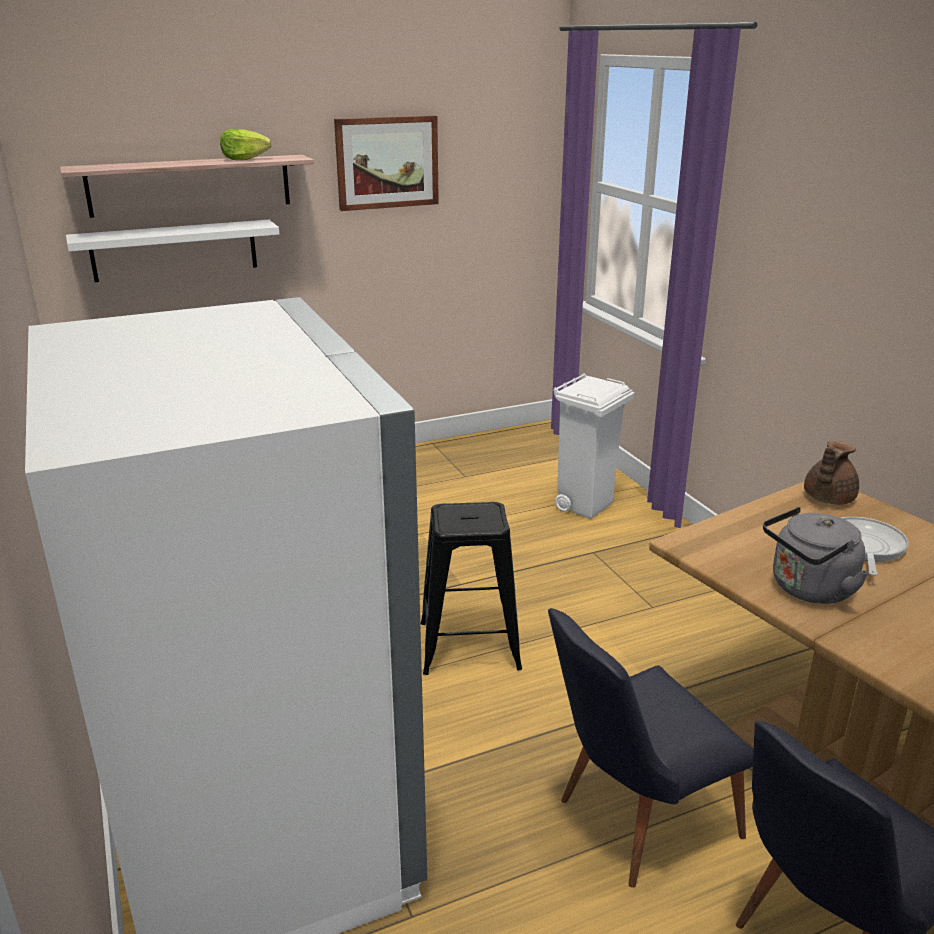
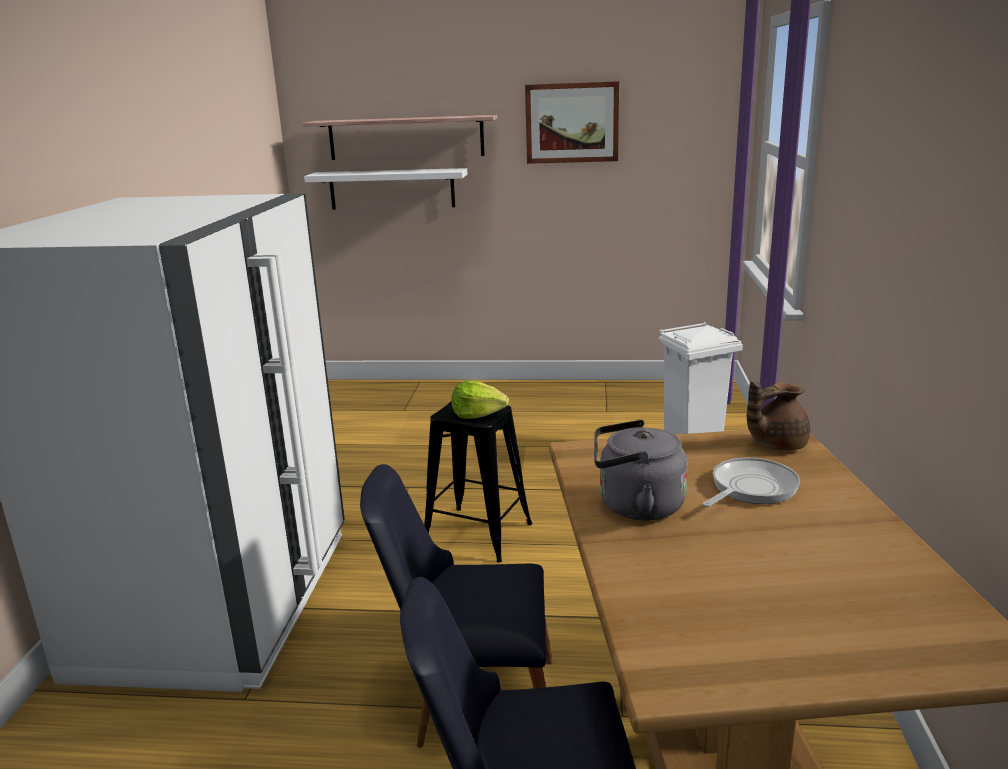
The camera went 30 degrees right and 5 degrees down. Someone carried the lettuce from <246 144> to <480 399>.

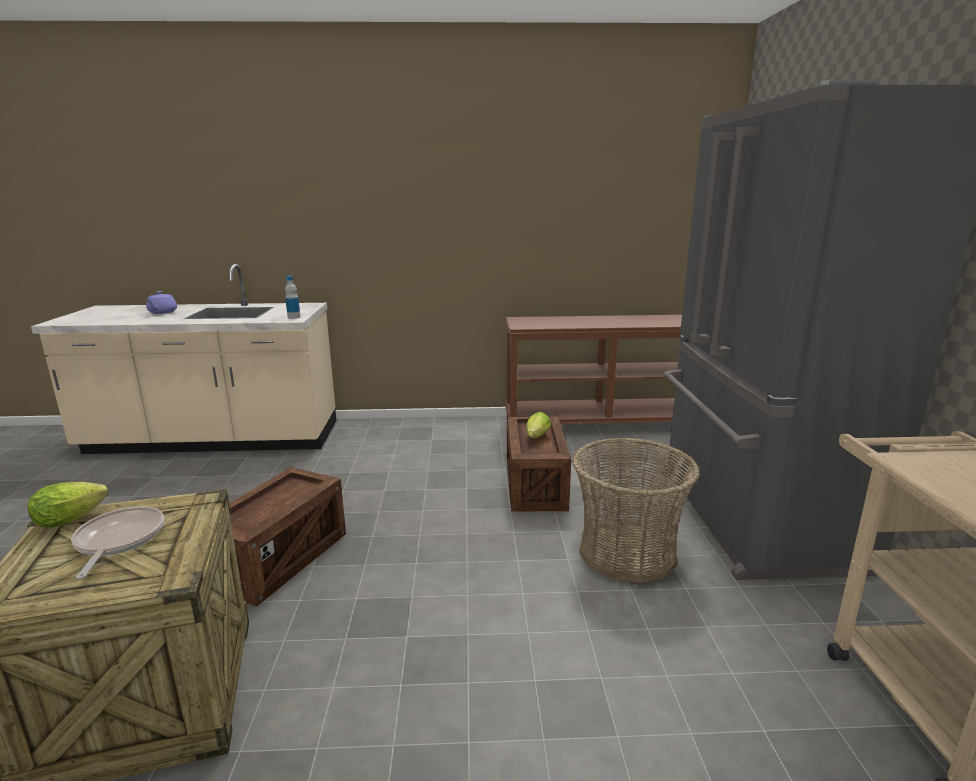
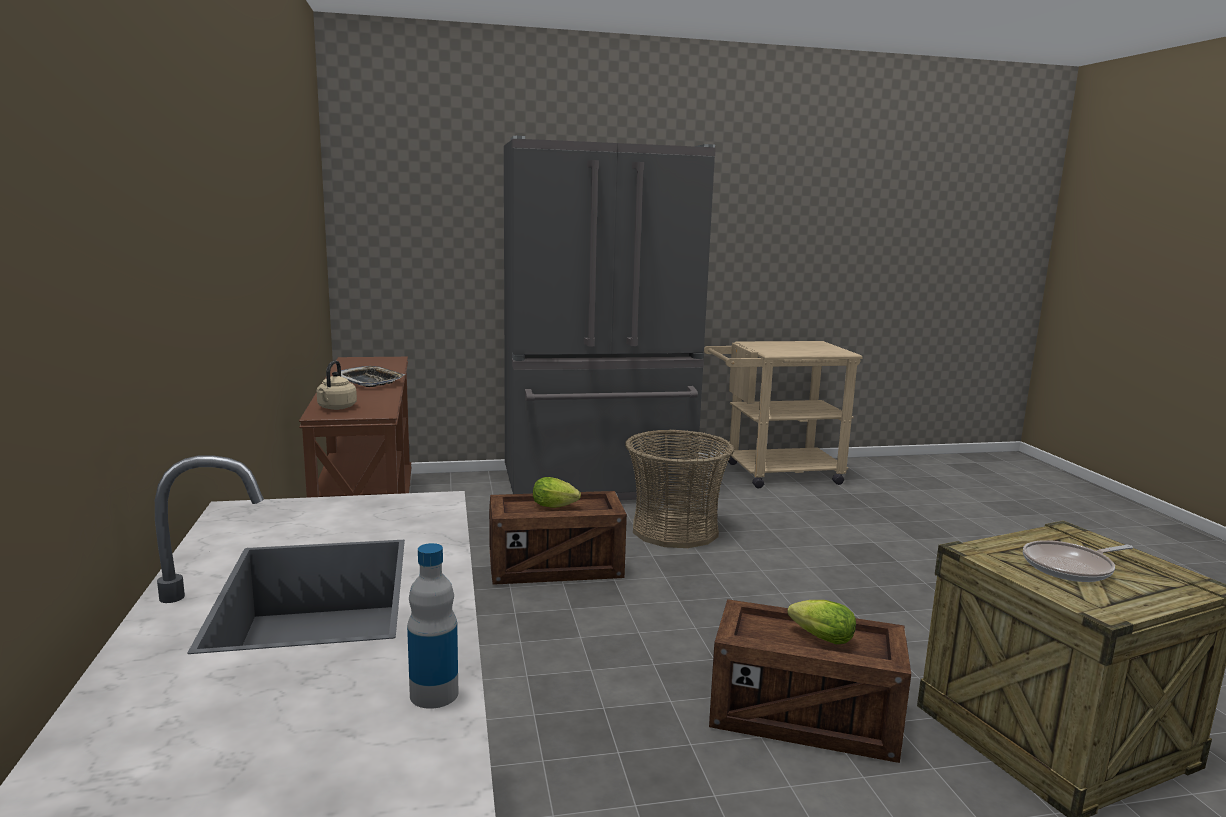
The camera went 100 degrees left and 5 degrees down. Someone took away the purple teapot at <161 302>. Someone put down the beige kettle at <336 385>. Someone put down the tray at <373 376>. Someone carried the lettuce from <68 505> to <821 622>. Someone carried the bottle from <293 297> to <432 626>.

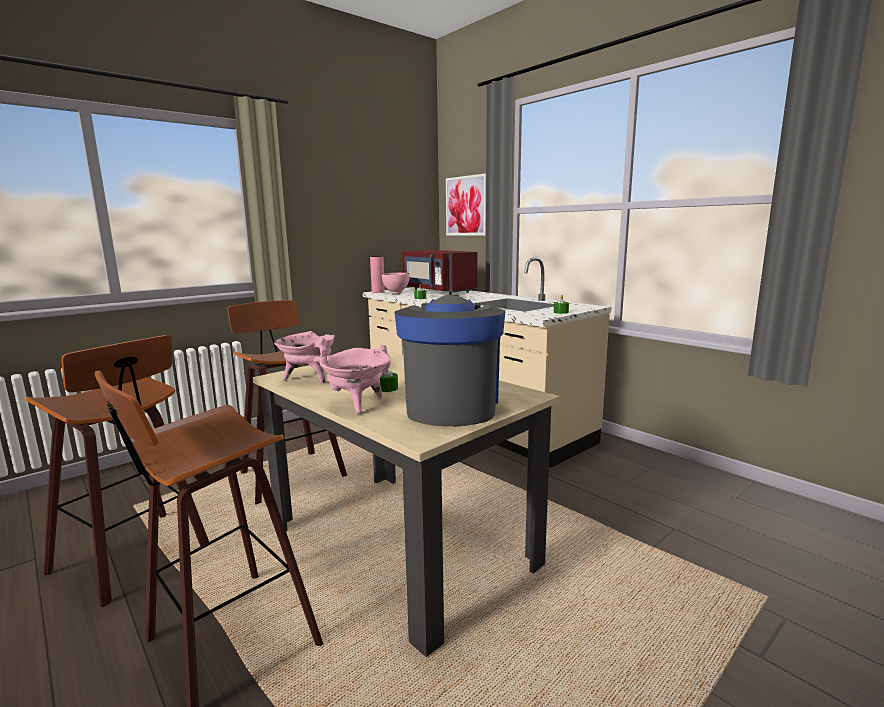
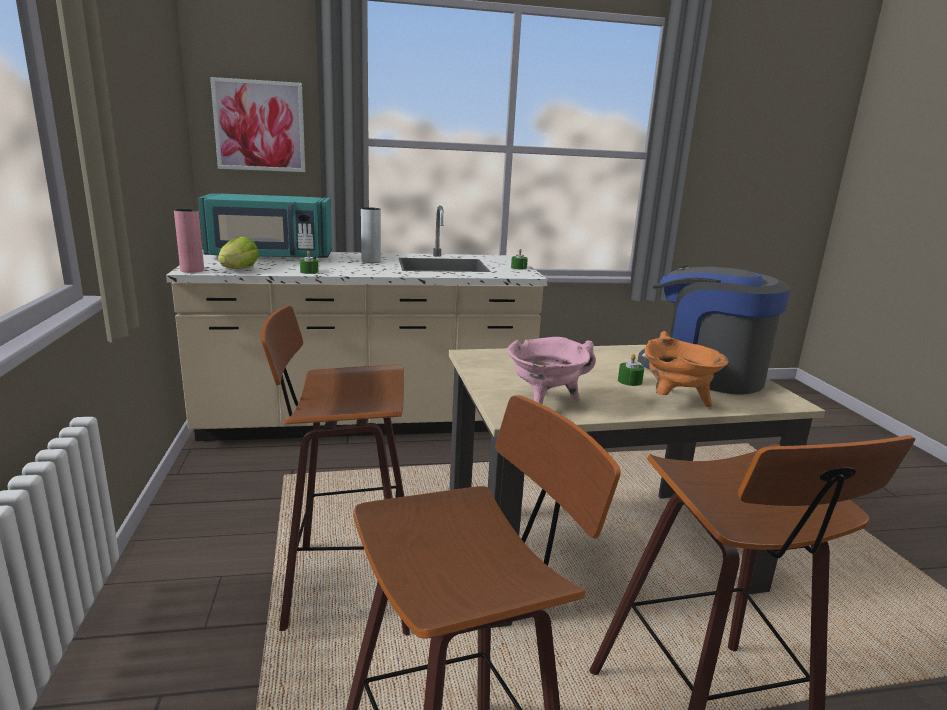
The camera went 60 degrees left and 5 degrees up. Someone put down the grey vase at <371 235>. Someone swapped the pink bowl at <396 283> for the lettuce at <238 252>. Someone repainted the pink cooking pot at <355 379>, which became the orange cooking pot at <686 369>. Someone repainted the red microwave at <439 272>, which became the turquoise microwave at <265 226>.

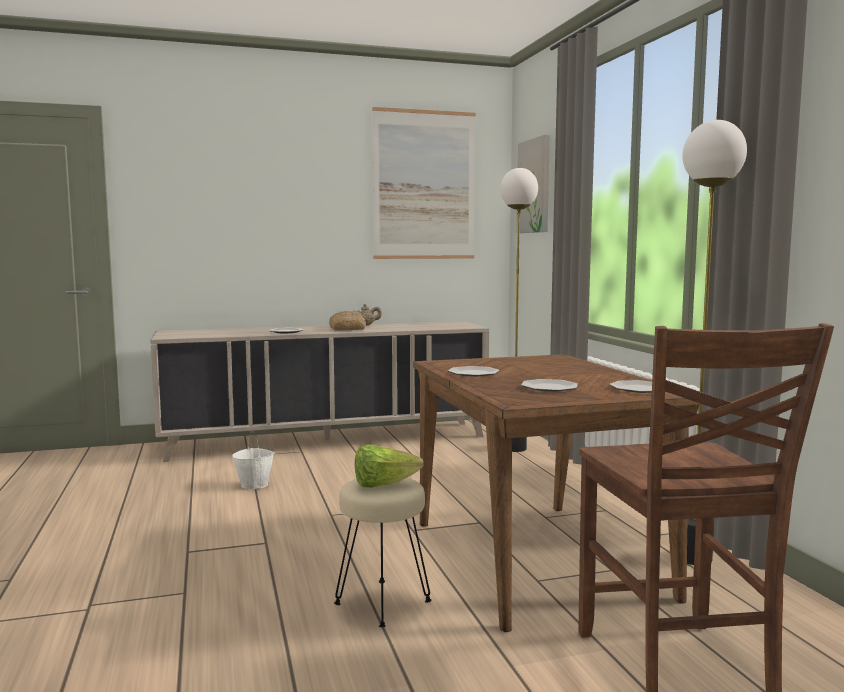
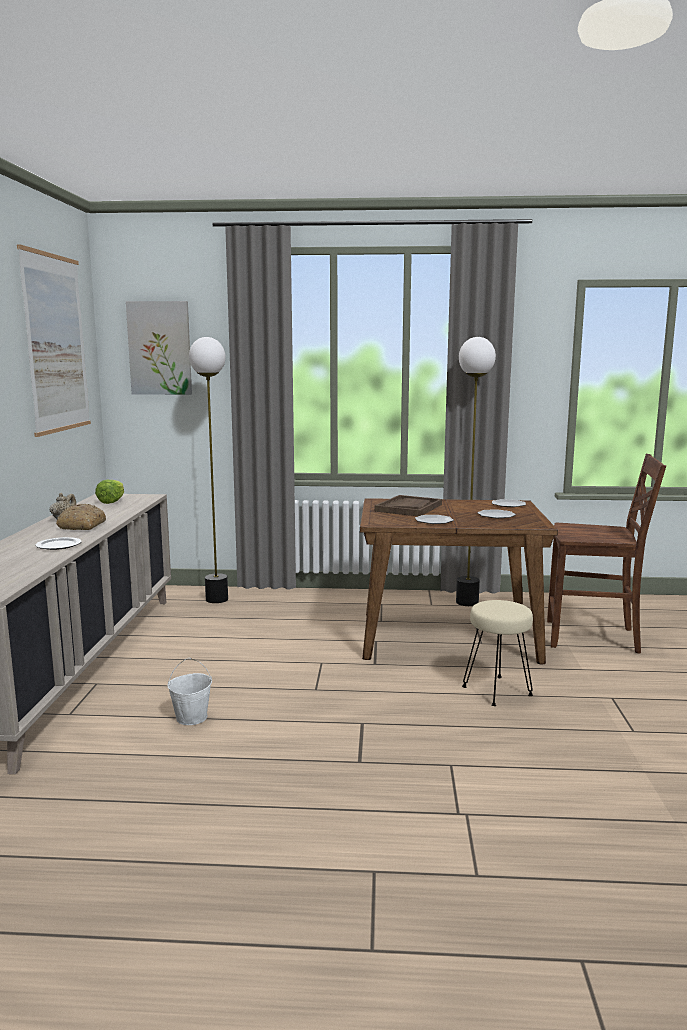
The camera went 70 degrees left and 5 degrees up. Someone put down the brown tray at <408 505>. Someone carried the lettuce from <389 466> to <109 492>.

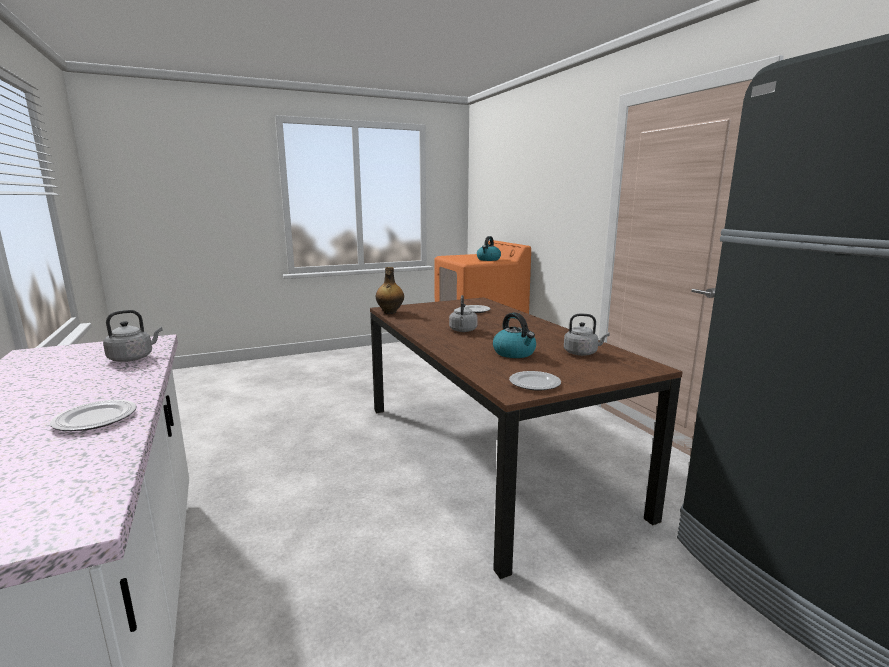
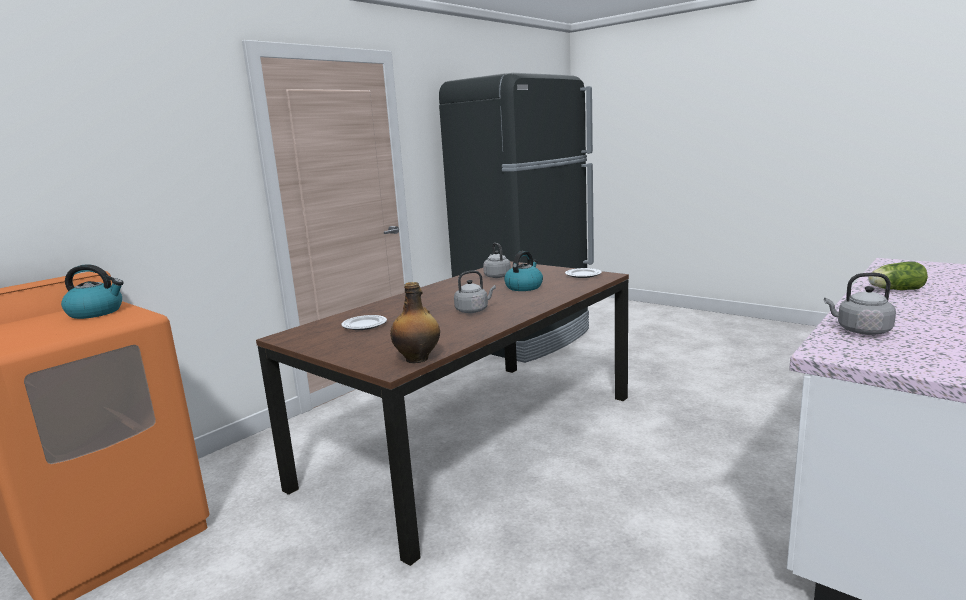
The camera went 115 degrees left and 0 degrees up. Someone swapped the plate at <93 415> for the lettuce at <898 276>.

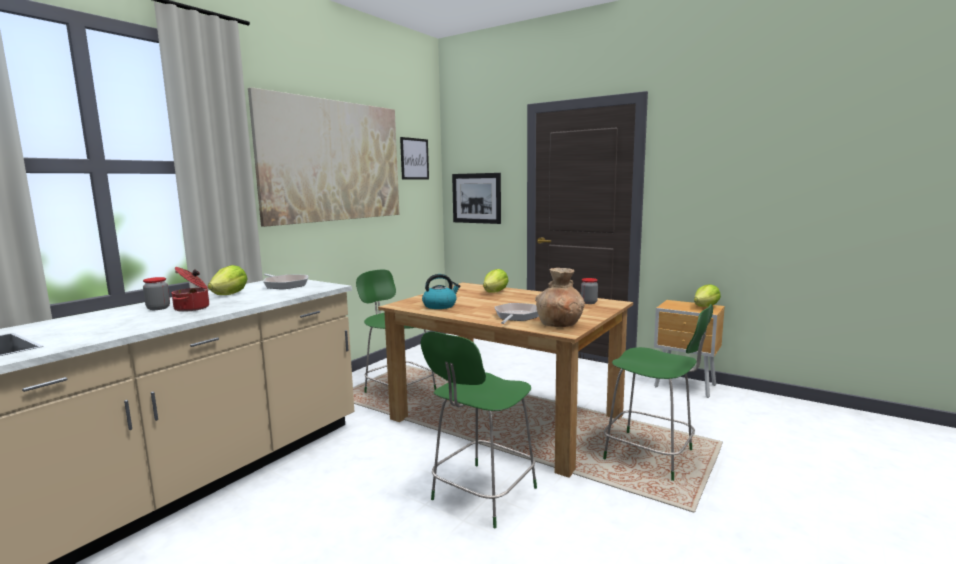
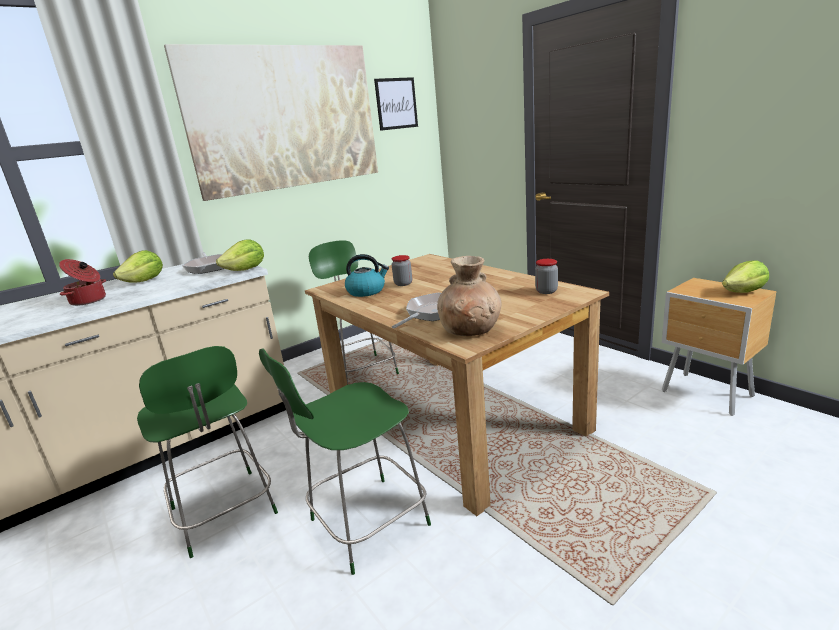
The camera went 20 degrees right and 10 degrees up. Someone took away the picture at <476 198>. Someone carried the jar from <156 293> to <402 270>. Someone carried the lettuce from <496 281> to <240 255>. Someone carried the green stool from <658 392> to <207 452>.

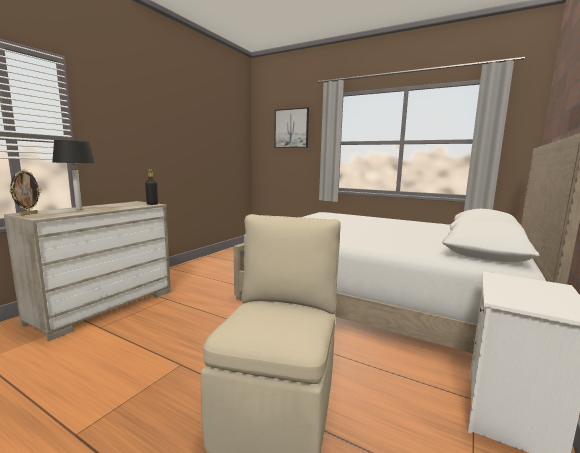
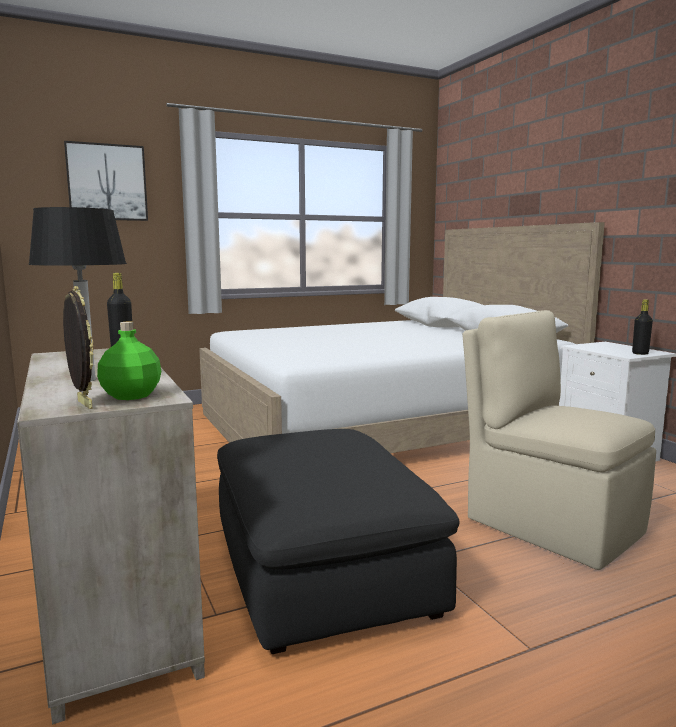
The camera went 55 degrees left and 0 degrees up. Someone put down the green bottle at <129 361>. Someone put down the black ottoman at <338 541>. Someone put down the black bottle at <642 327>.

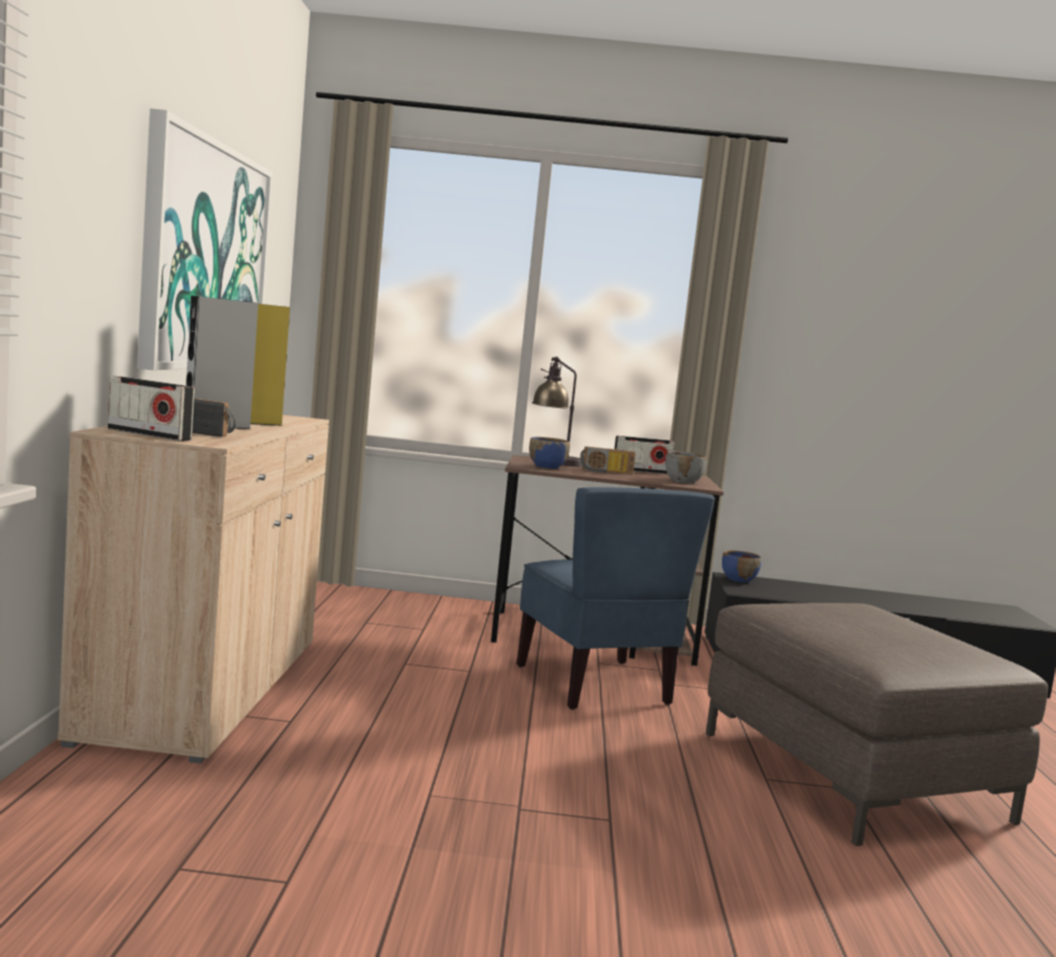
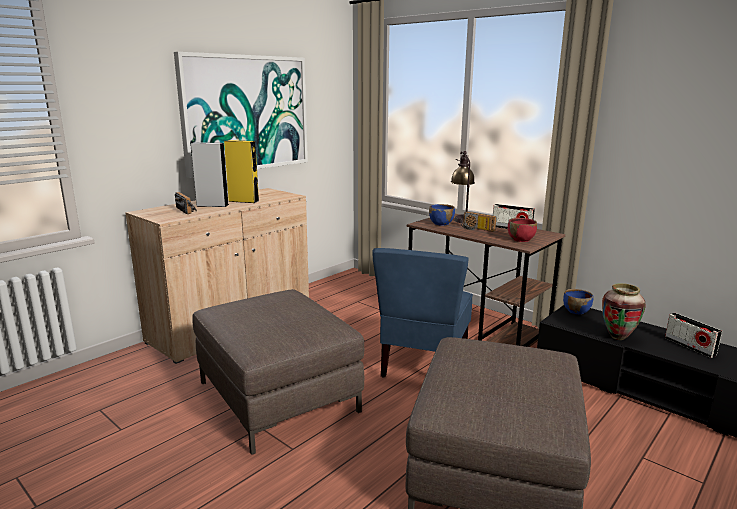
The camera went 40 degrees right and 10 degrees up. Someone put down the brown ottoman at <278 372>. Someone put down the vase at <624 311>. Someone carried the radio from <151 408> to <693 335>. Someone repainted the grey bowl at <686 467>, which became the red bowl at <522 230>.

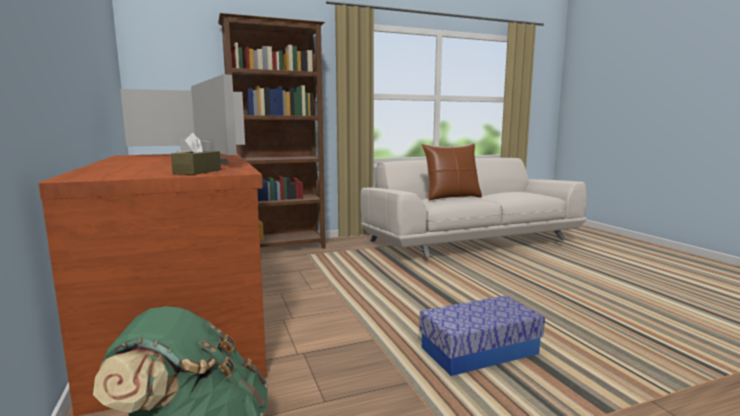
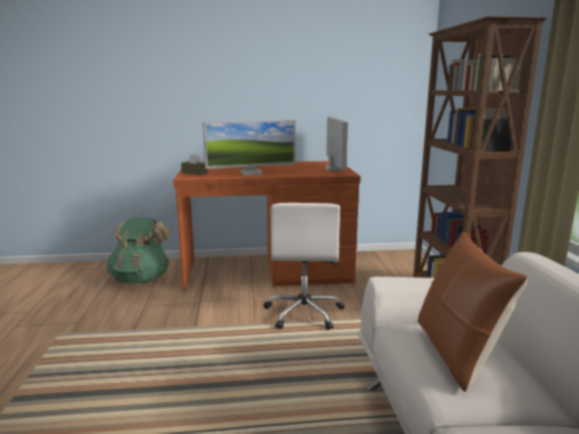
The camera went 105 degrees right and 5 degrees up. Someone took away the storage box at <482 335>. Someone put down the white office chair at <304 266>.

